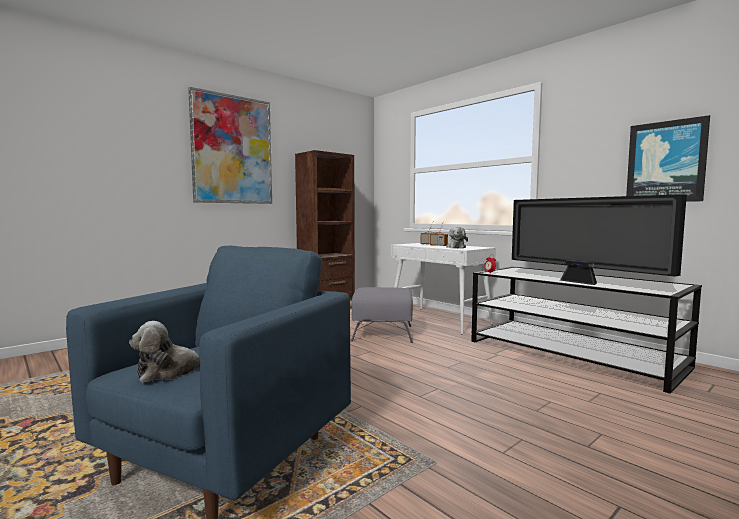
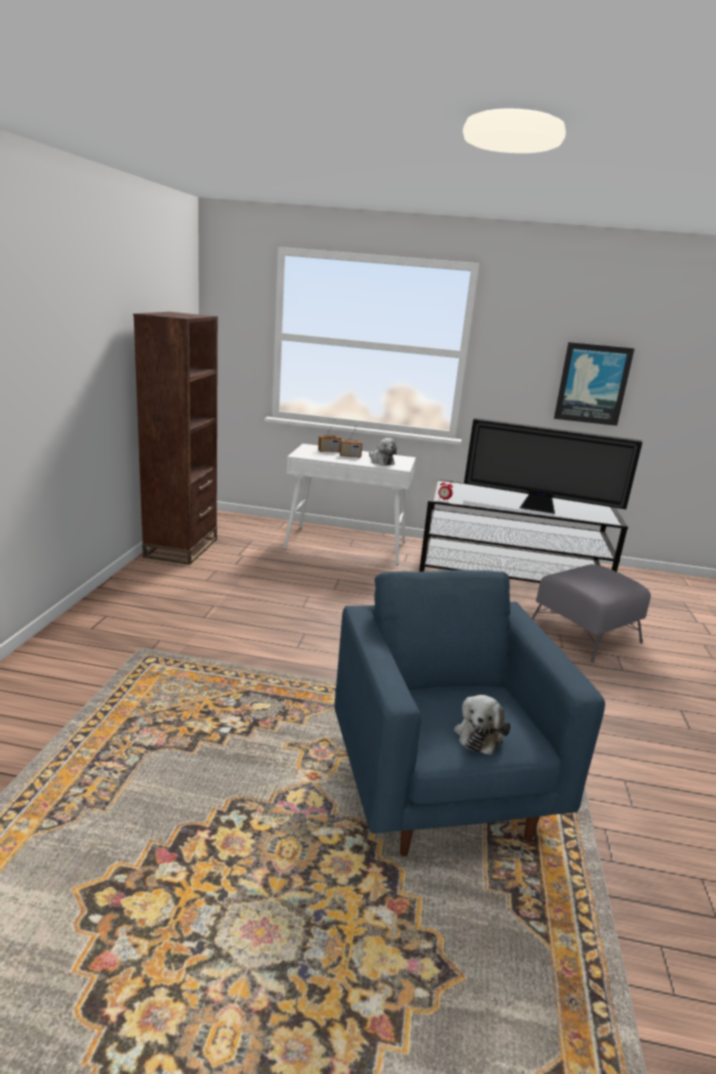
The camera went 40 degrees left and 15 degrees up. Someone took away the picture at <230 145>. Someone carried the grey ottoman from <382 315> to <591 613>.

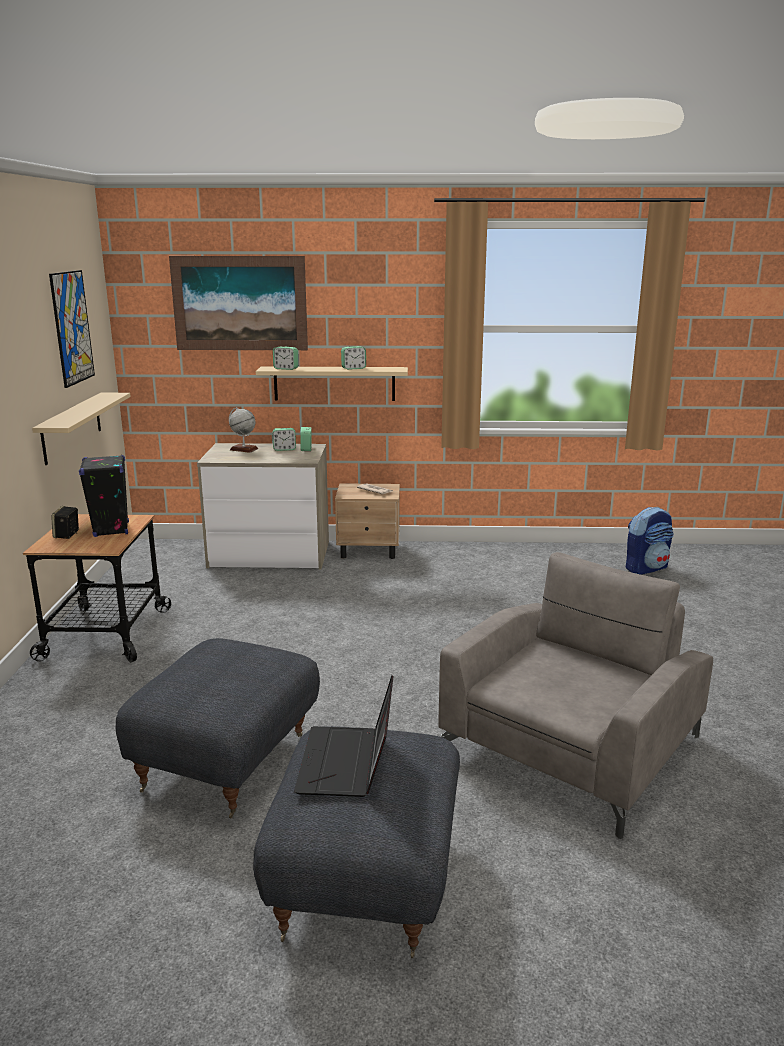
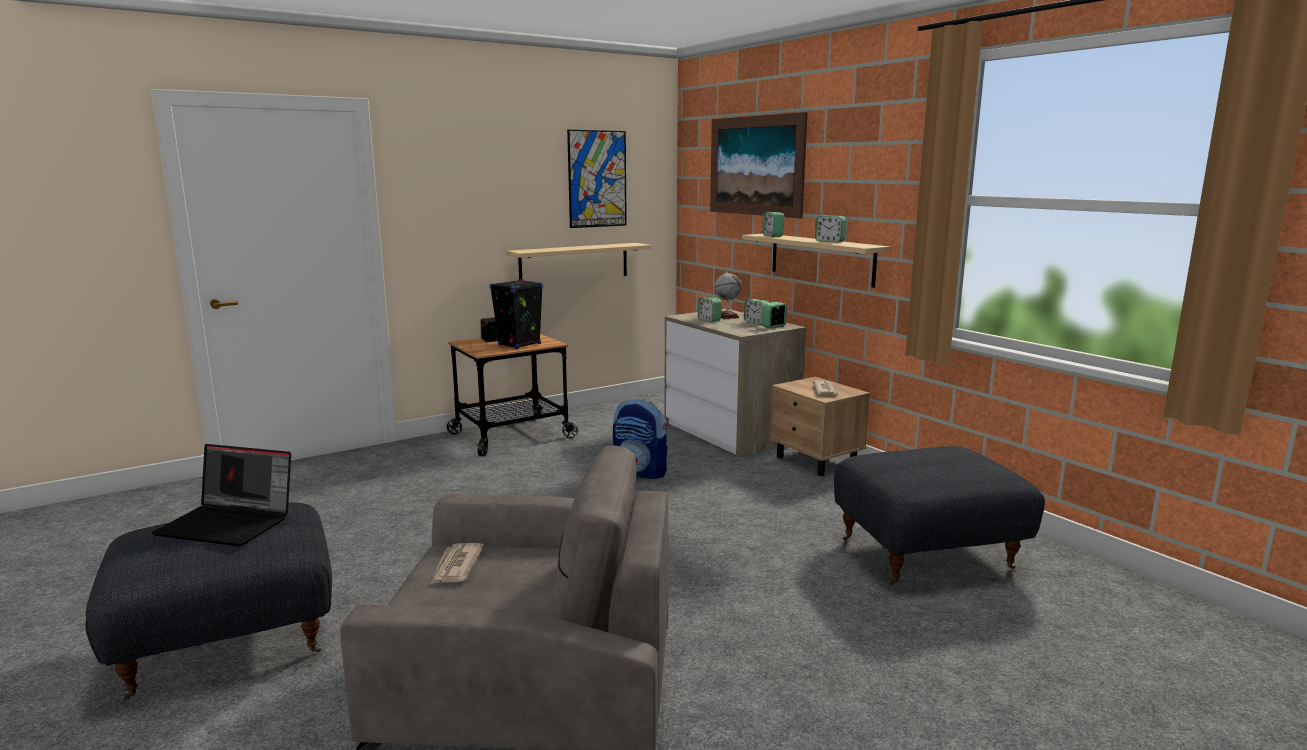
The camera went 55 degrees right and 5 degrees down. Someone put down the newspaper at <457 564>. Someone put down the alarm clock at <710 309>. Someone carried the grey ottoman from <218 728> to <939 515>. Someone carried the backpack from <649 541> to <640 439>. Someone rotated the laptop at <344 736> by 135 degrees counterclockwise.

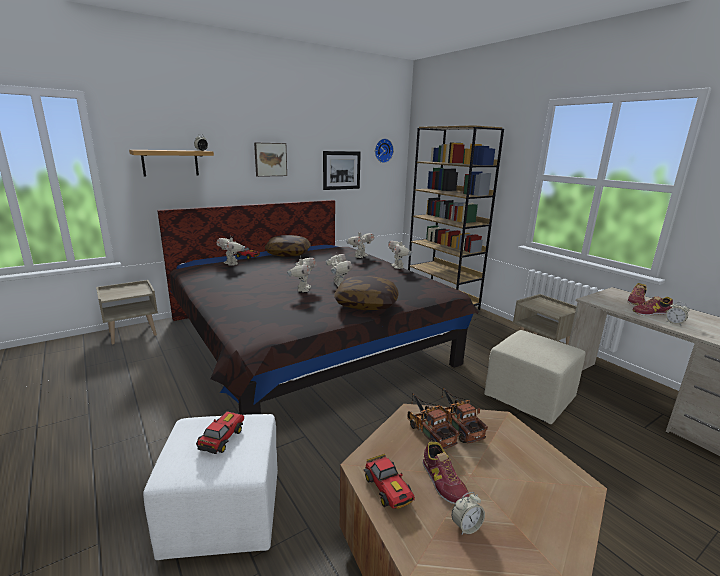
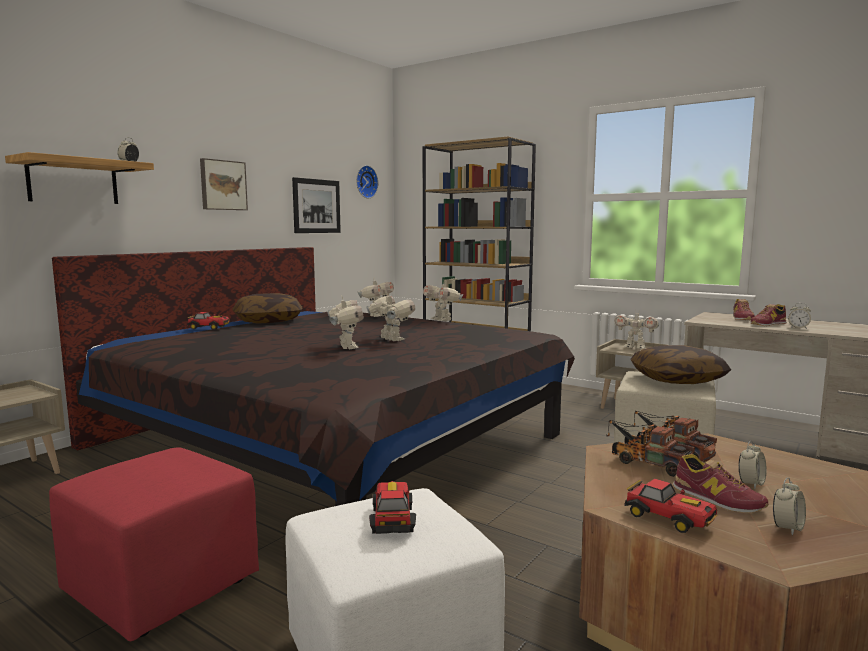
The camera went 20 degrees left and 10 degrees down. Someone put down the red ottoman at <154 544>. Someone put down the alarm clock at <752 465>. Someone carried the toy robot from <231 250> to <636 329>. Someone carried the pillow from <366 293> to <680 364>.

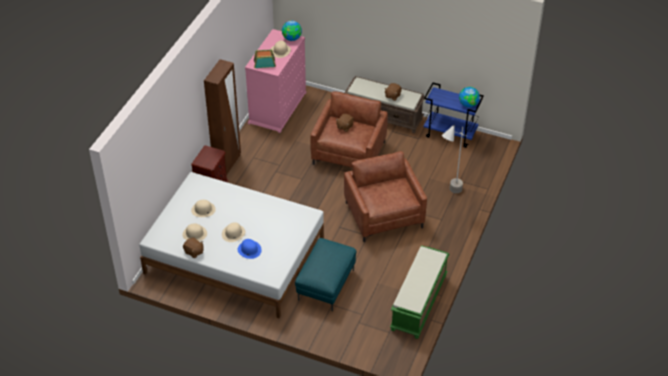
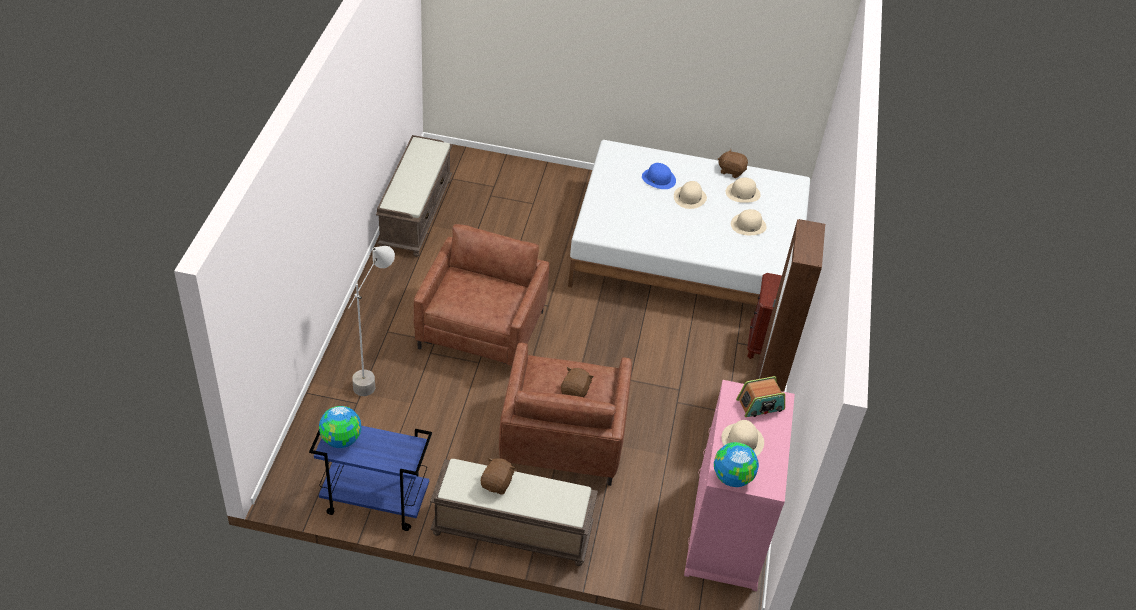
The camera went 165 degrees right and 0 degrees up. Someone took away the turquoise ottoman at <325 274>. Someone repainted the green bench at <419 292>, which became the brown bench at <414 196>. Someone rotated the brown armchair at <385 196> by 135 degrees counterclockwise.

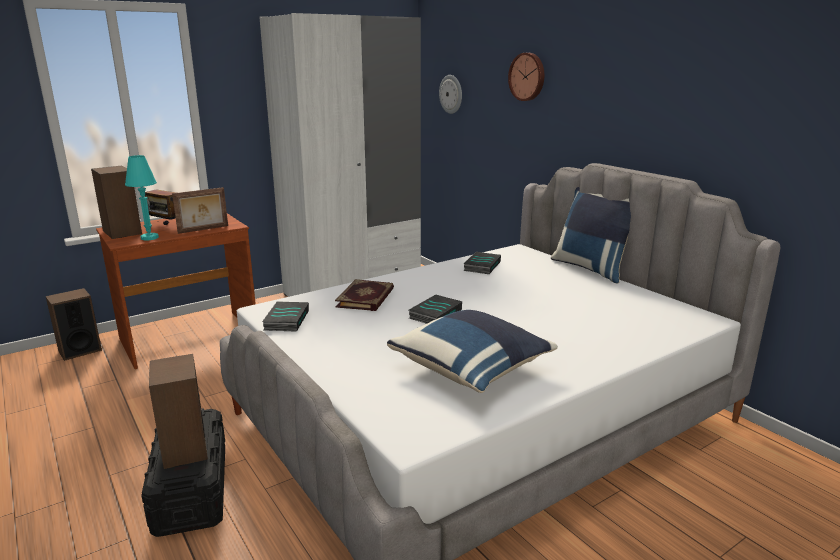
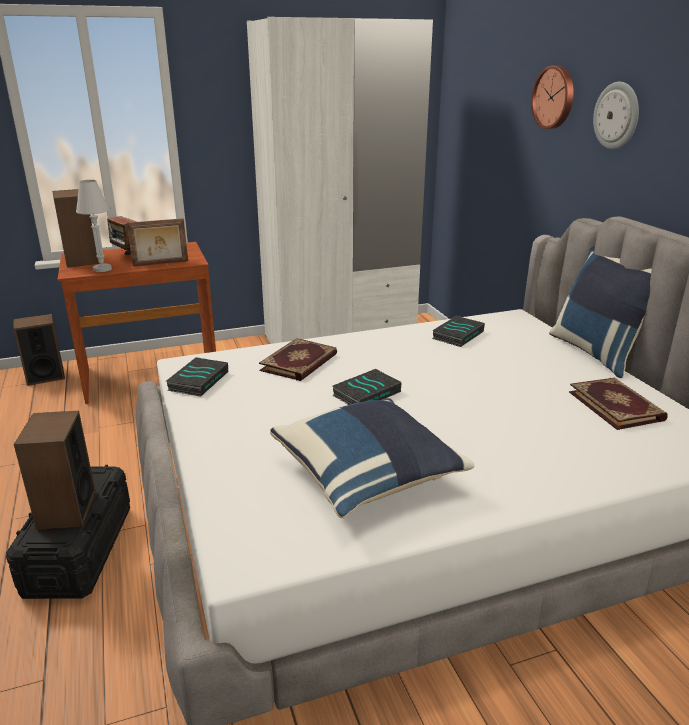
The camera went 15 degrees right and 5 degrees up. Someone put down the book at <618 403>. Someone carried the wall clock from <450 94> to <616 115>. Someone repainted the turquoise table lamp at <142 197>, which became the white table lamp at <94 226>.

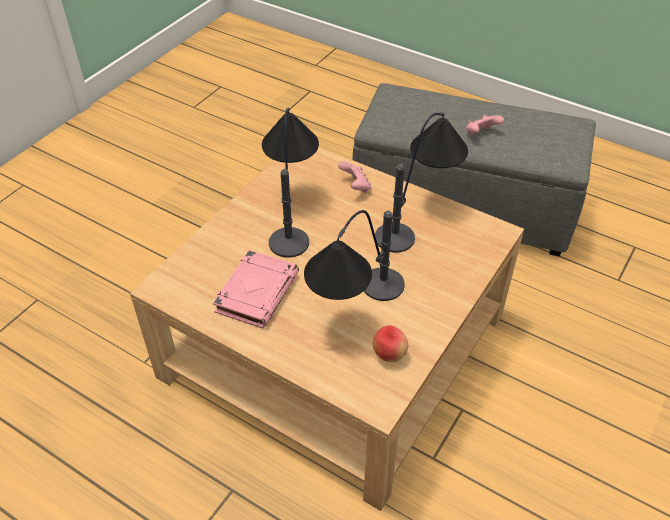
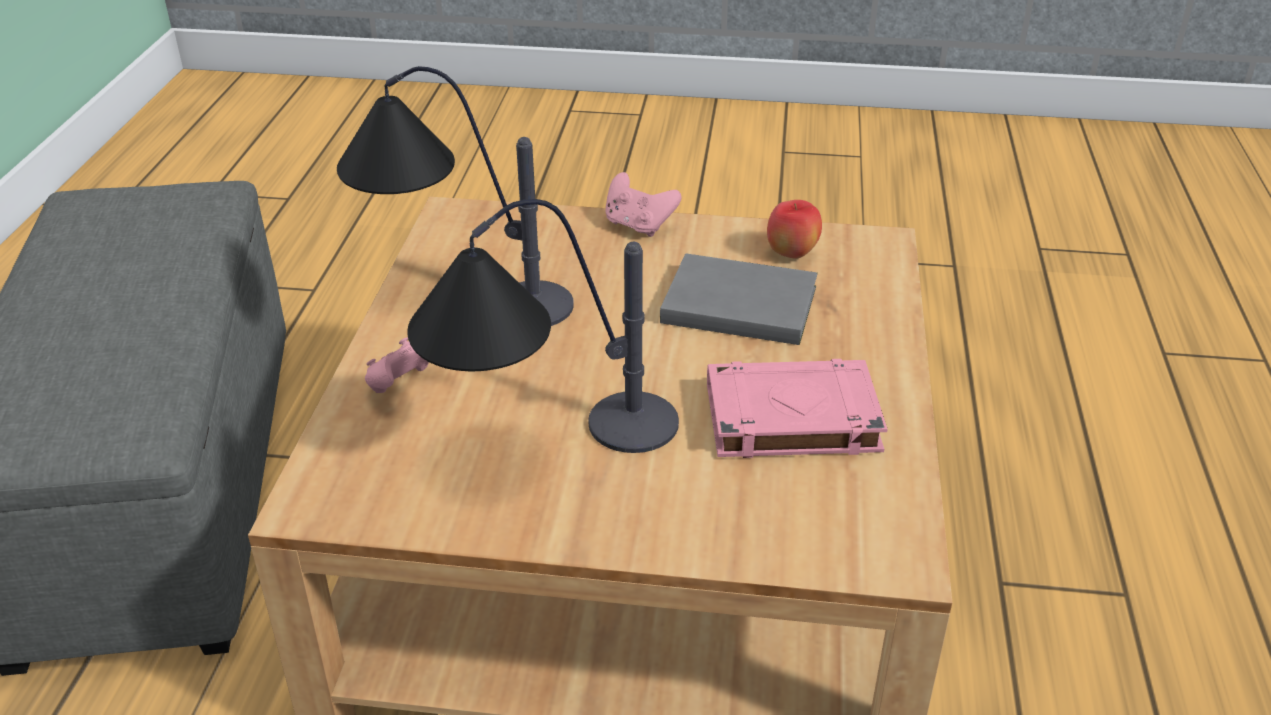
The camera went 115 degrees left and 10 degrees down. Someone carried the pink game controller from <485 125> to <643 204>. Someone swapped the table lamp at <354 255> for the grey book at <739 299>.

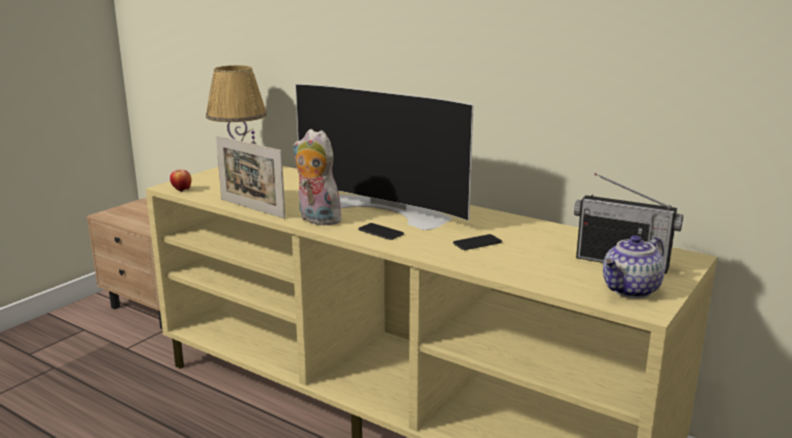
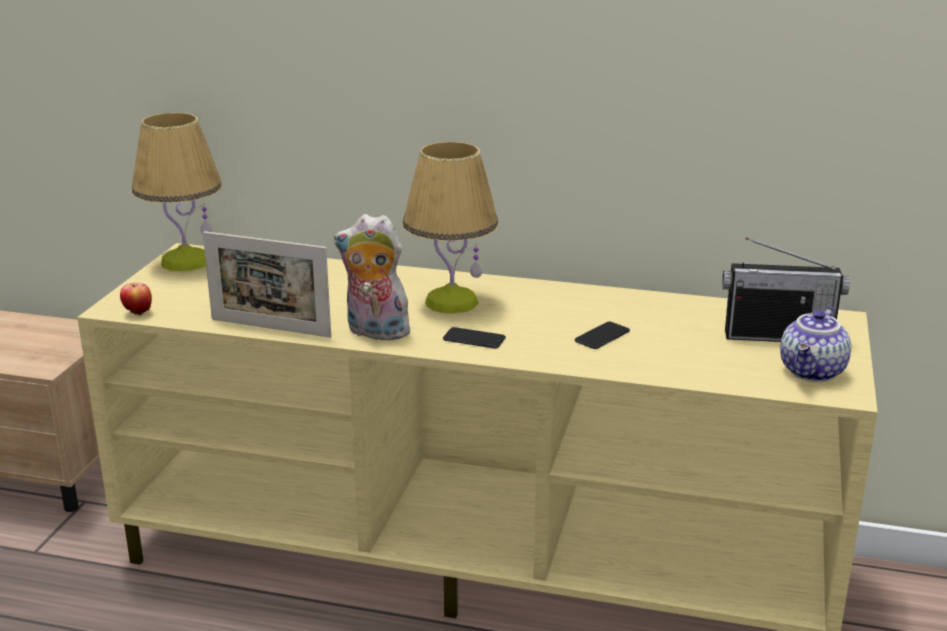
The camera went 20 degrees left and 5 degrees up. Someone swapped the television at <384 157> for the table lamp at <450 228>.

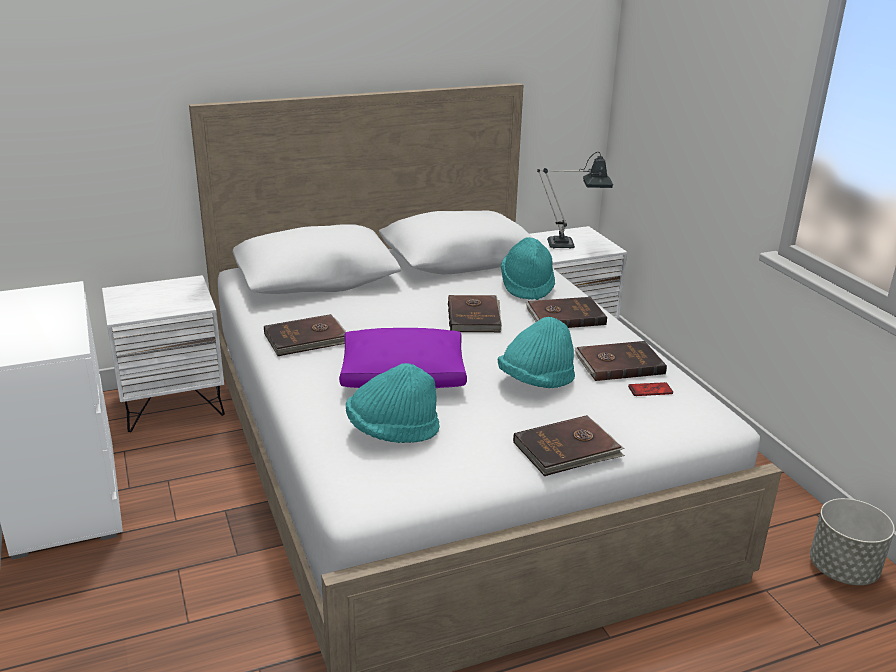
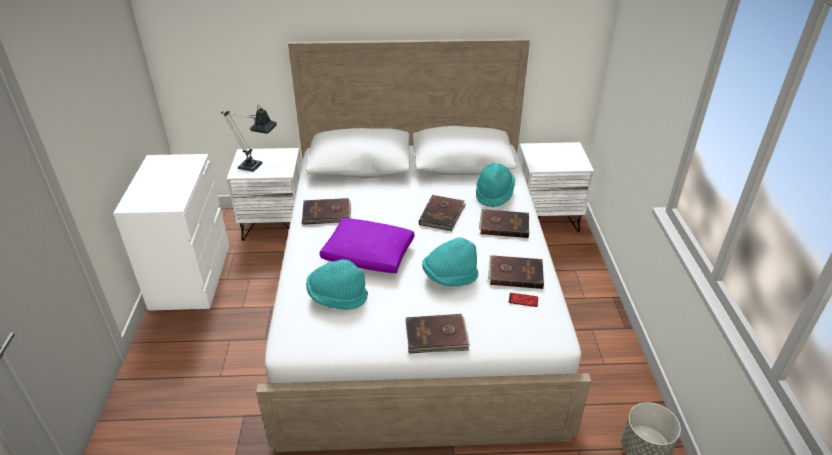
The camera went 20 degrees right and 10 degrees up. Someone carried the table lamp from <575 200> to <249 138>.

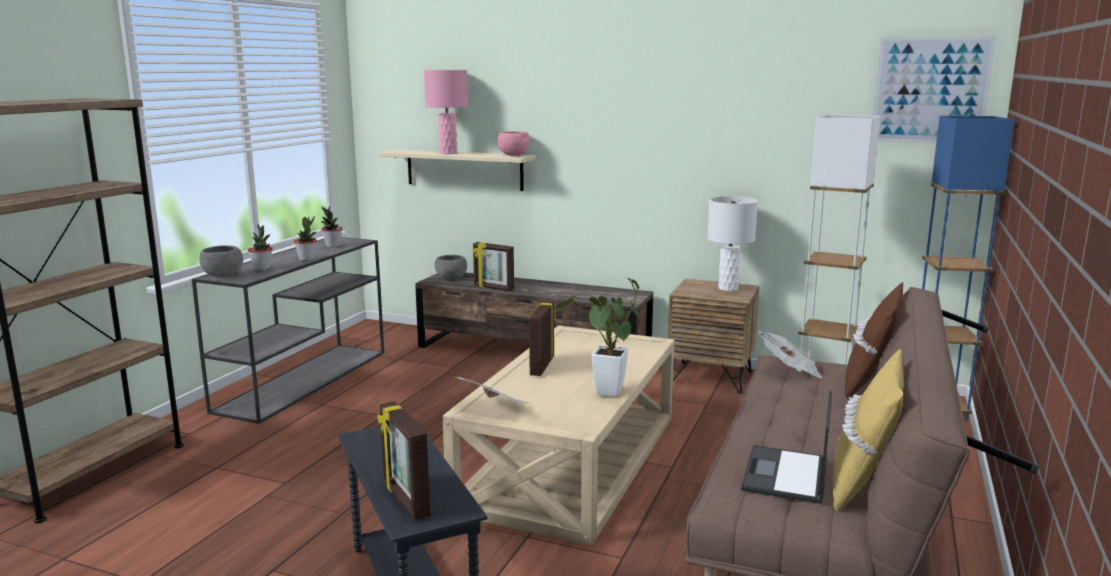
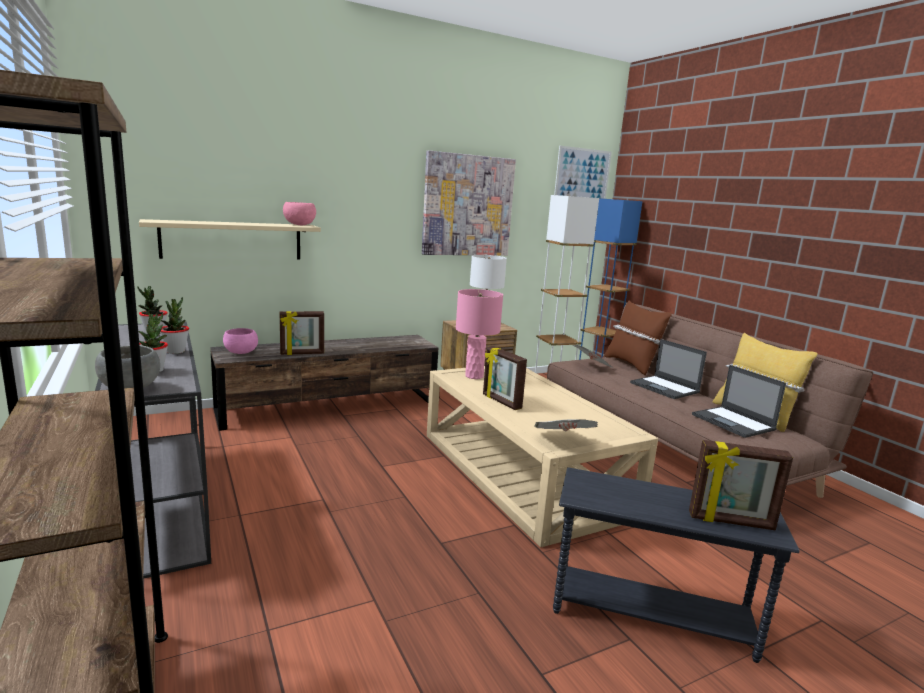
The camera went 50 degrees left and 0 degrees up. Someone took away the potted plant at <597 337>. Someone put up the picture at <469 203>. Someone put down the laptop at <668 369>. Someone carried the pink table lamp from <446 112> to <479 334>. Someone repainted the grey bowl at <451 267>, which became the pink bowl at <240 341>.

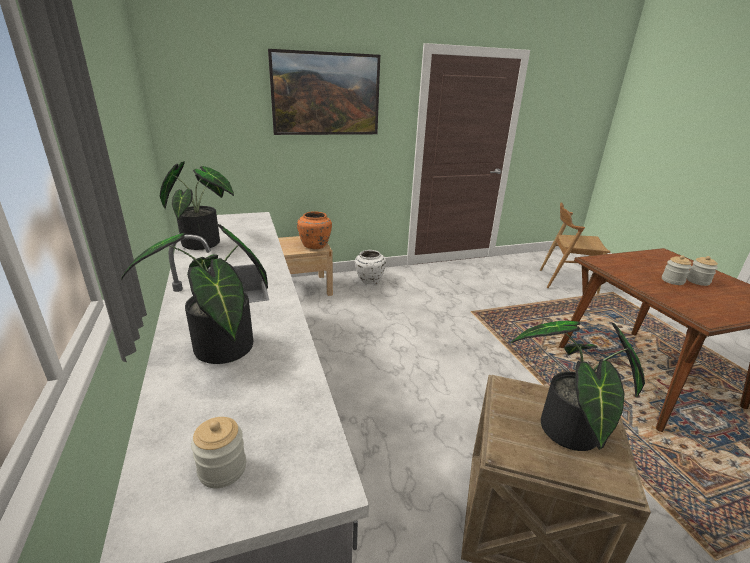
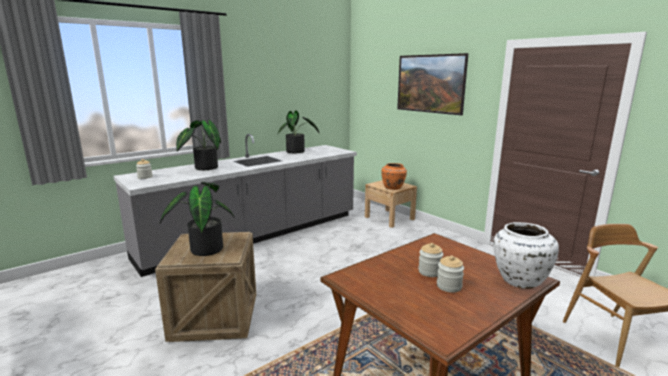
The camera went 70 degrees right and 10 degrees down. Someone carried the white vase from <370 267> to <526 255>.

